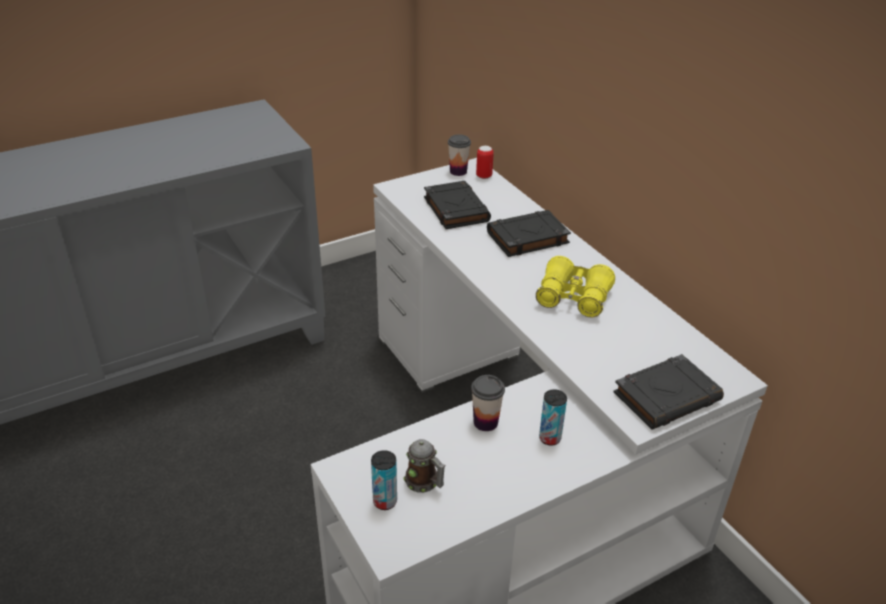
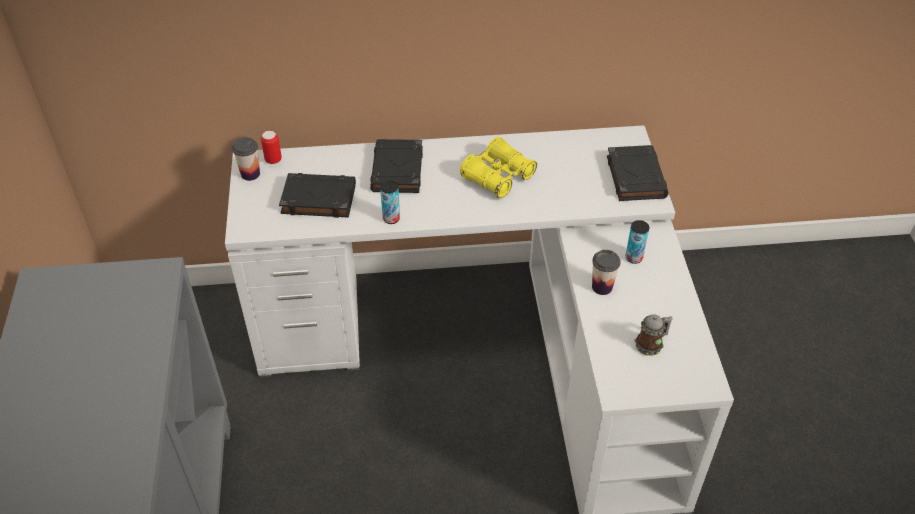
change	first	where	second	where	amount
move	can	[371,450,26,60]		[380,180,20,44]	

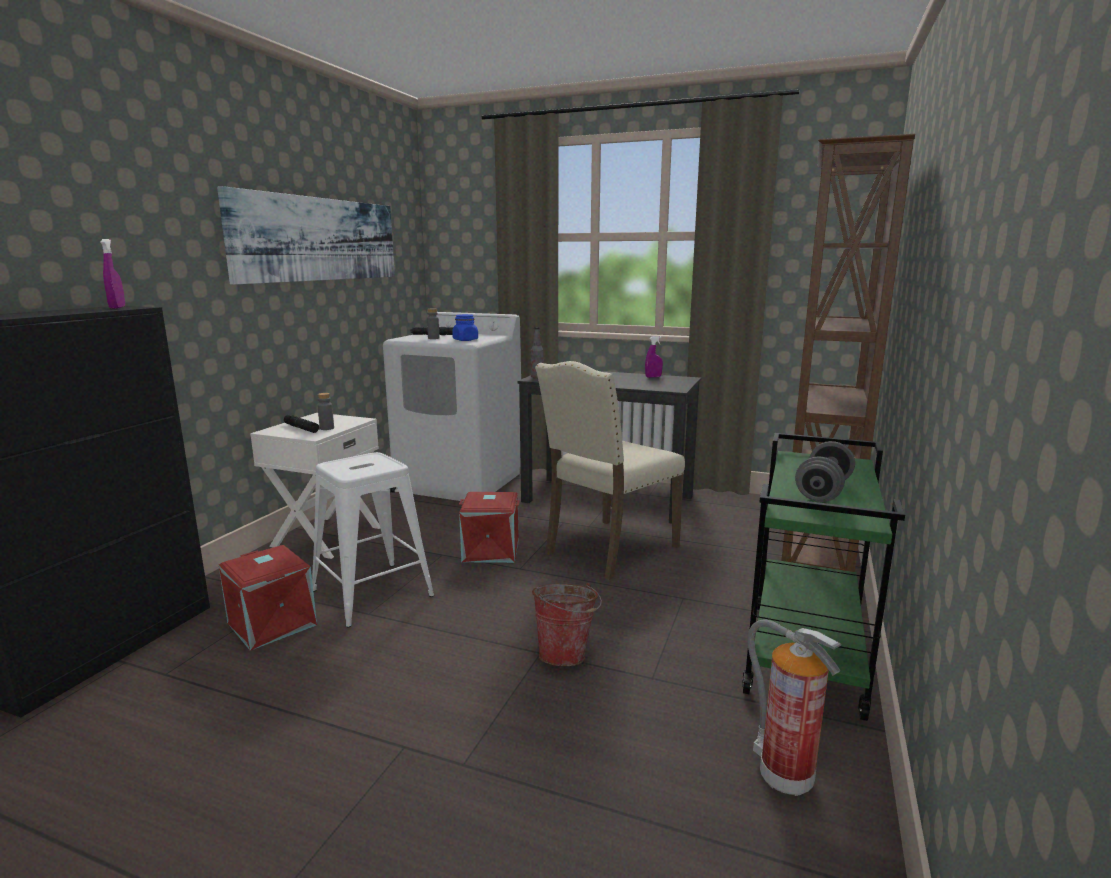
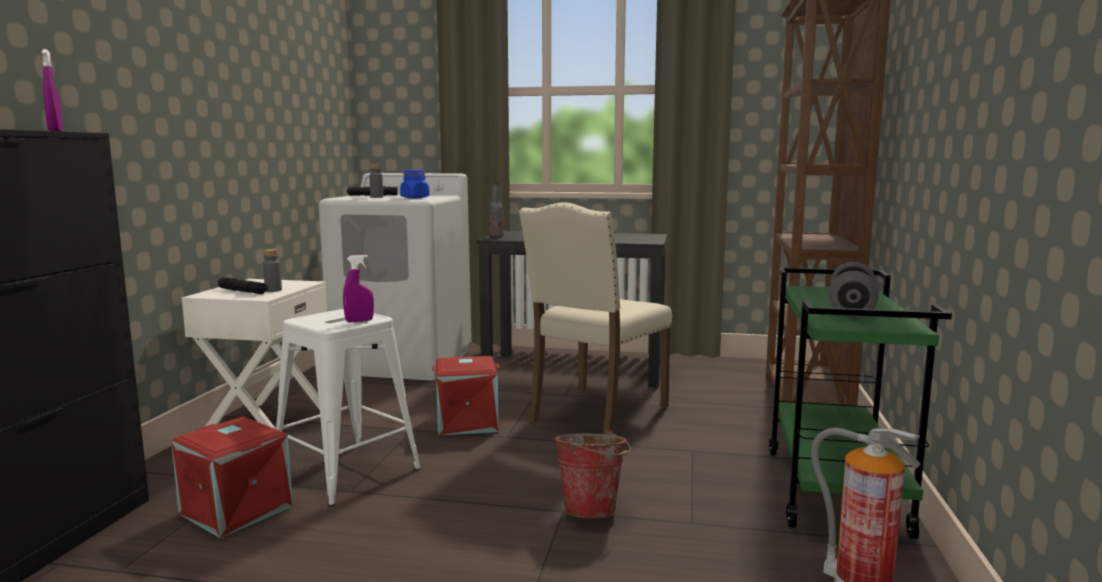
change	first	where	second	where	amount
move	purple spray bottle	[645,336,18,42]		[343,255,31,67]	
delete	picture	[217,186,178,99]			

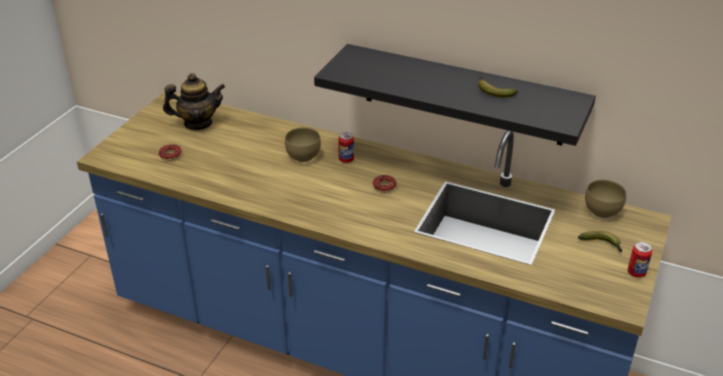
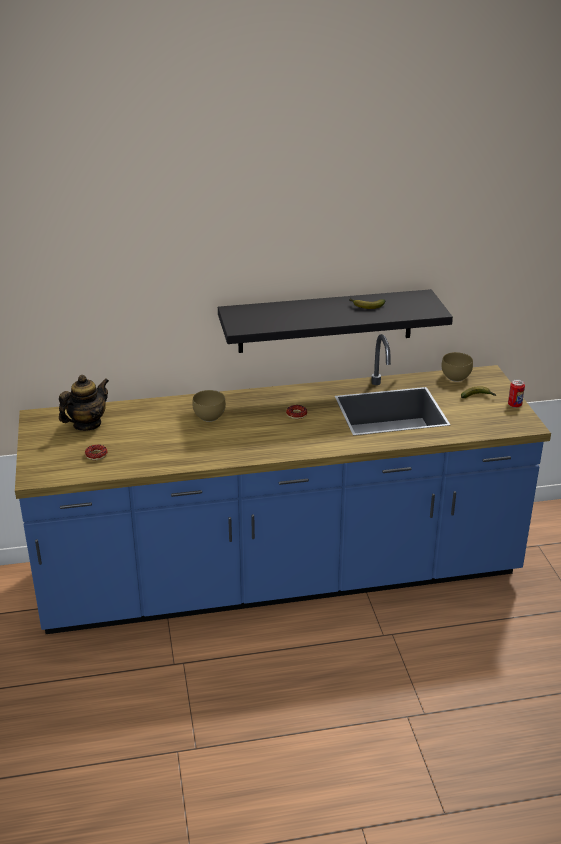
change	first	where	second	where	amount
delete	can	[338,132,16,31]			

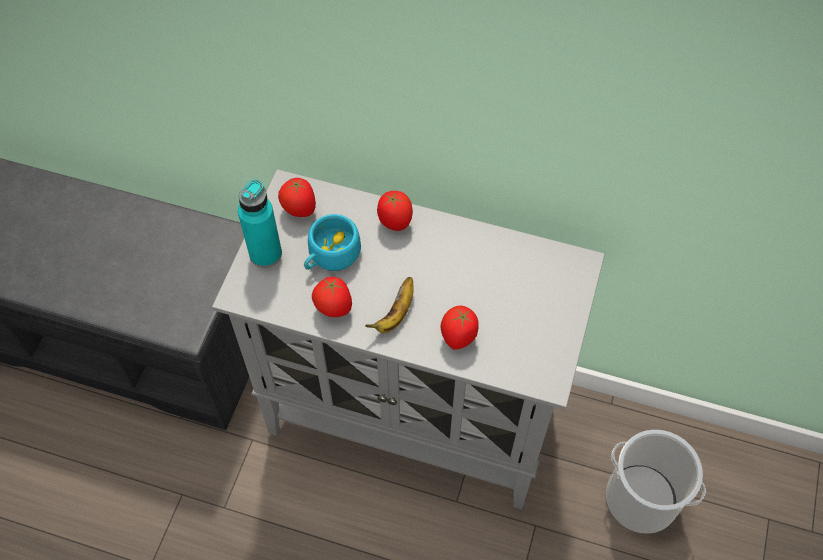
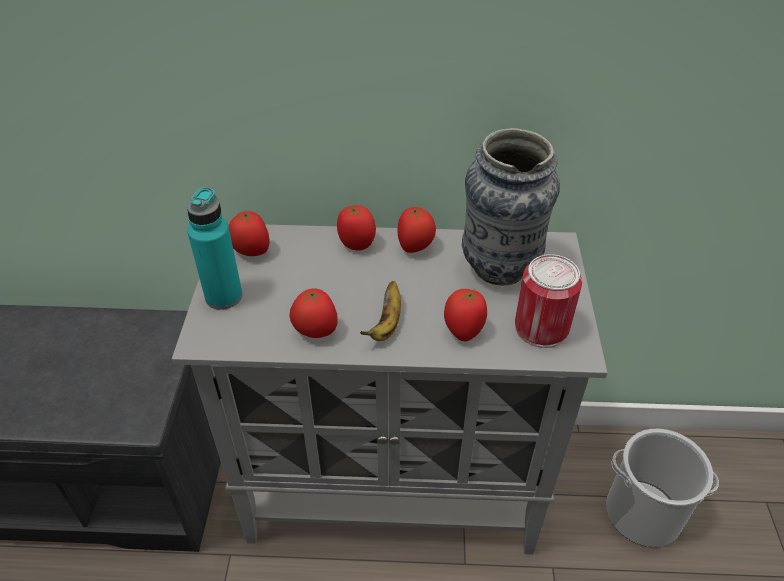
change	first	where	second	where	amount
insert			tomato	[397,206,39,47]	
insert			vase	[462,128,98,158]	
insert			can	[515,254,67,94]	
delete	turquoise cup	[304,214,57,57]			

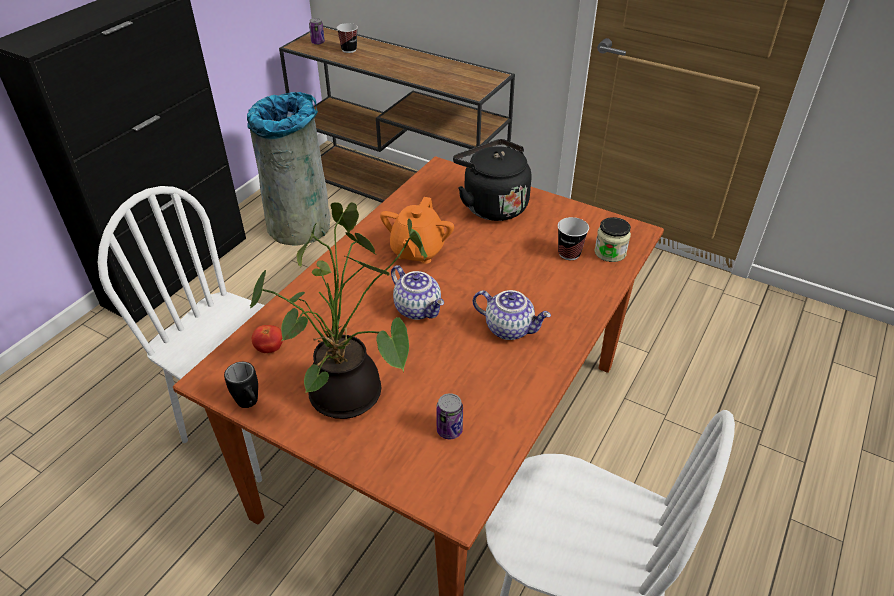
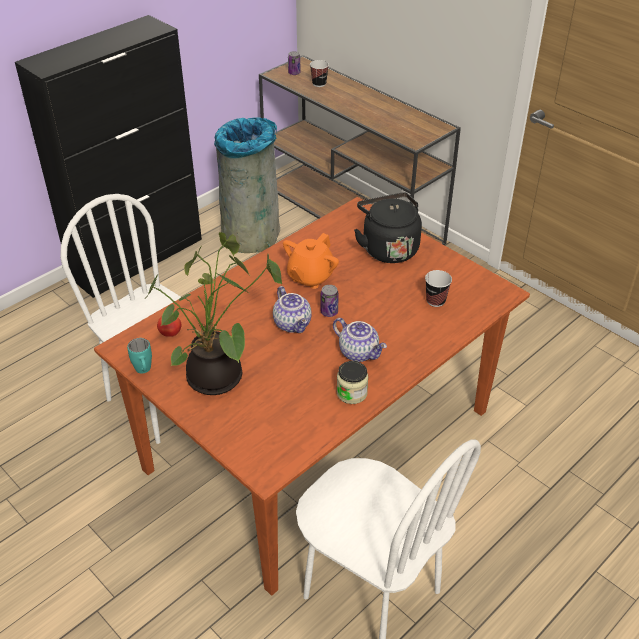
change	first	where	second	where	amount
recolor	black mug	[224,362,34,46]	turquoise mug	[127,338,25,35]	
move	can	[436,393,27,46]		[321,285,18,32]	
move	jar	[594,217,37,45]		[337,361,31,43]	

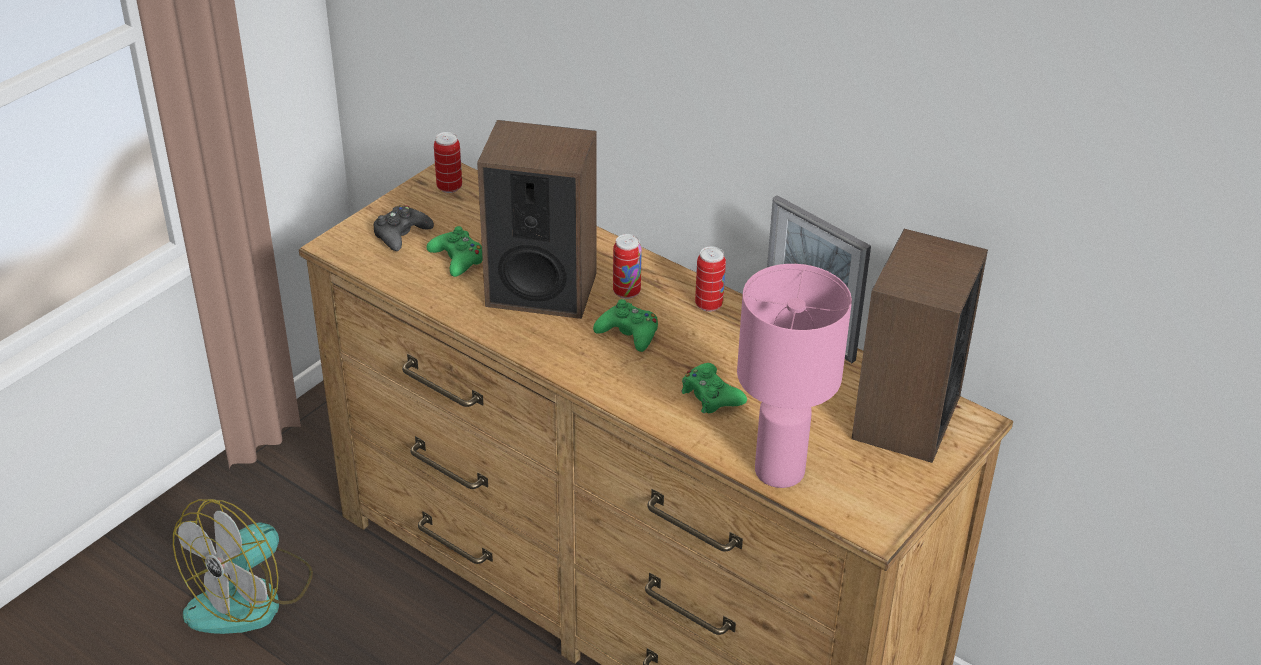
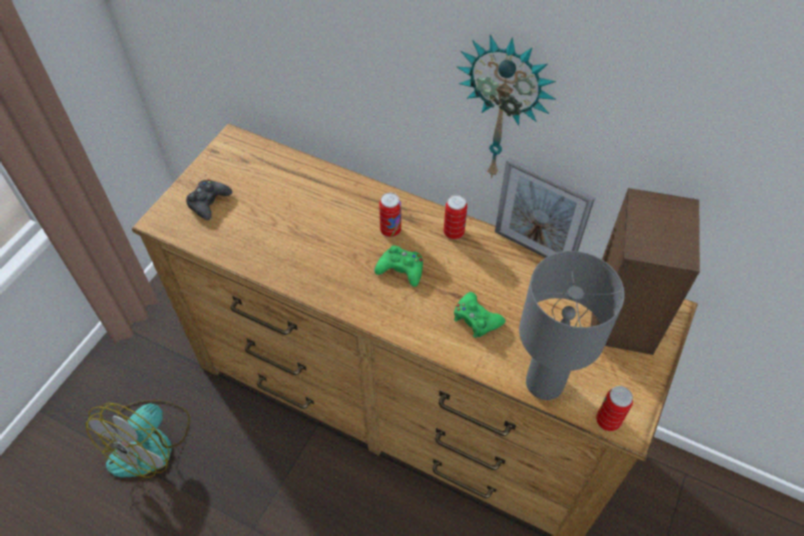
change	first	where	second	where	amount
insert			wall clock	[457,34,99,144]	
recolor	pink table lamp	[737,264,115,224]	grey table lamp	[519,251,106,149]	
move	can	[434,132,28,61]		[596,386,37,45]	
delete	green game controller	[427,226,56,51]			
delete	speaker	[477,120,120,199]			

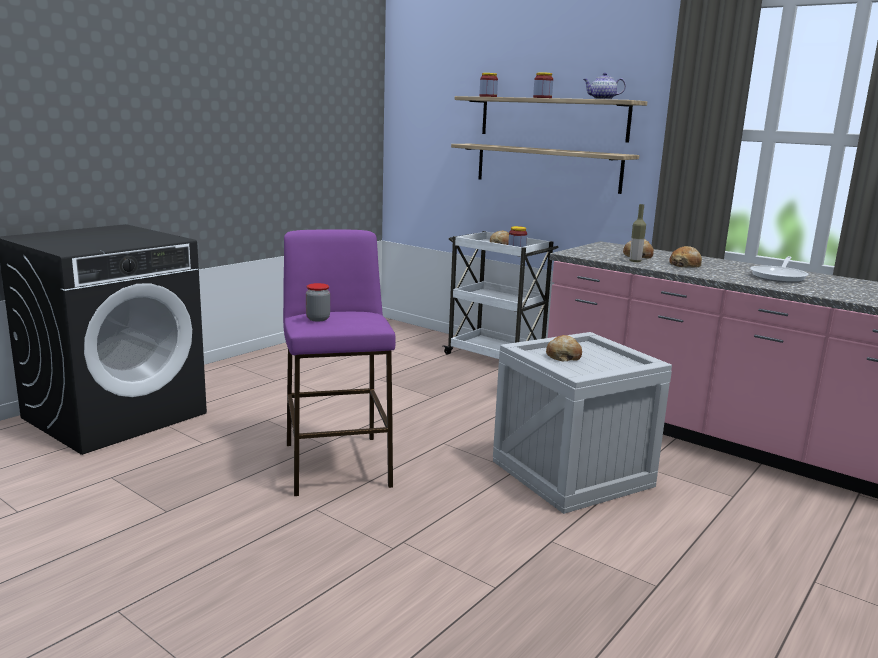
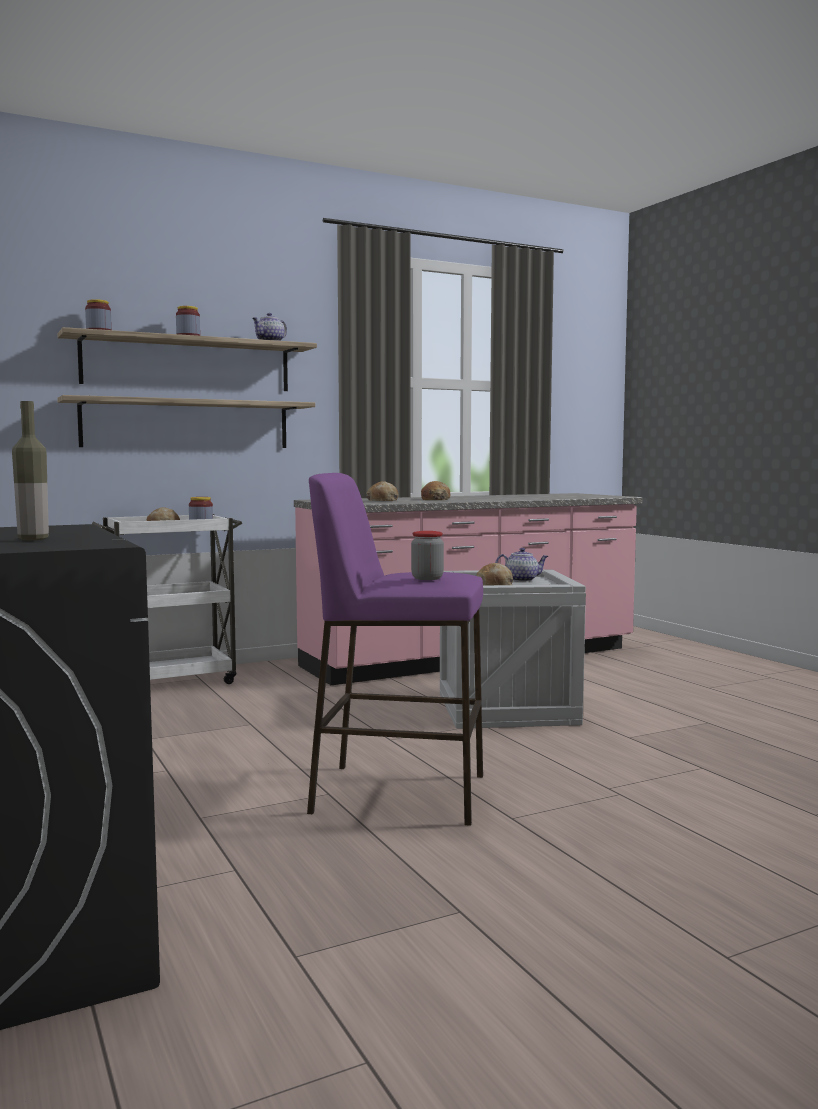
change	first	where	second	where	amount
move	bottle	[630,204,16,58]		[12,401,37,139]	
insert			teapot	[495,548,53,34]	
delete	frying pan	[750,256,59,27]			

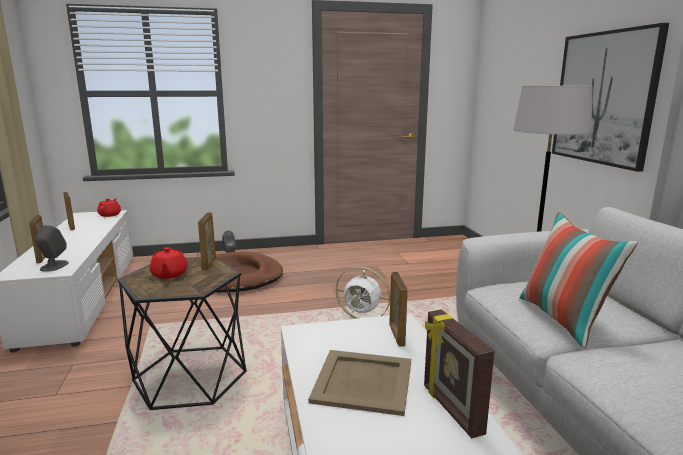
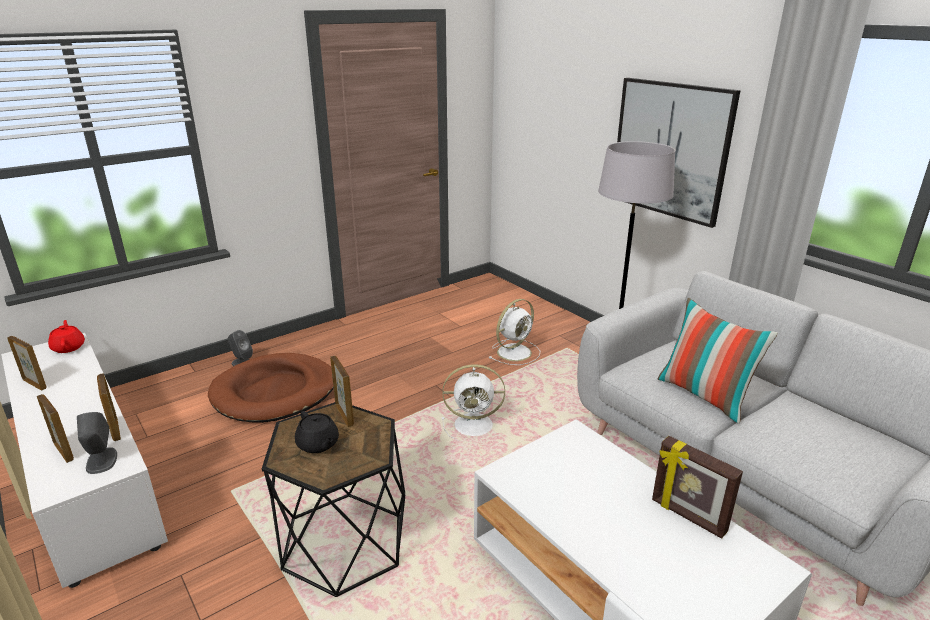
change	first	where	second	where	amount
move	picture frame	[389,272,19,75]		[97,373,24,68]	
recolor	red teapot	[150,247,38,32]	black teapot	[295,411,44,42]	
insert			white fan	[489,299,51,66]	
delete	beige tray	[308,350,103,66]			

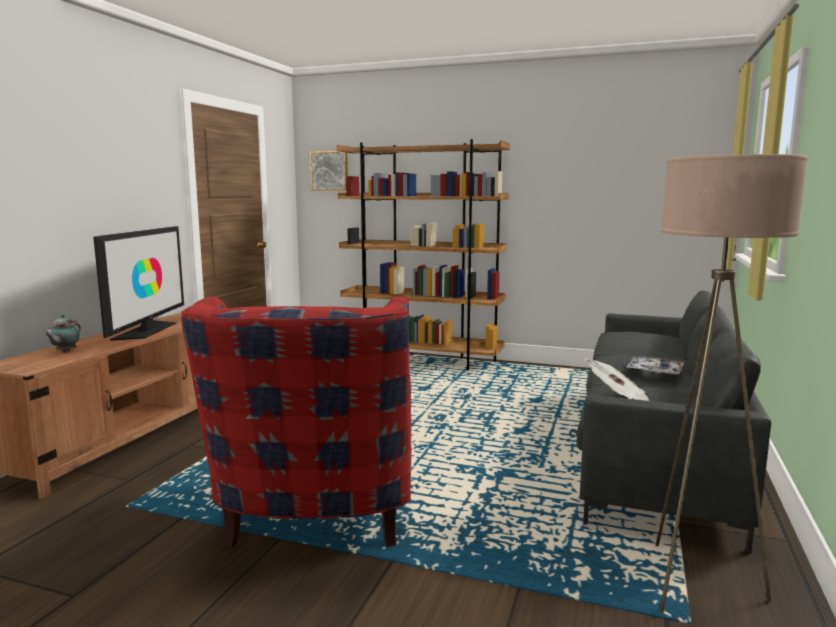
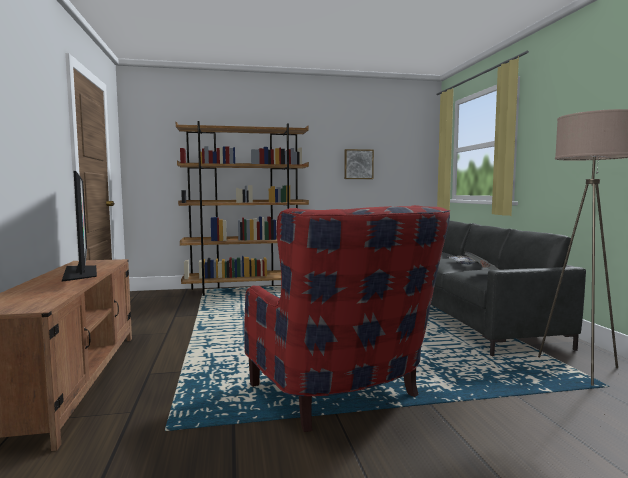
change	first	where	second	where	amount
move	picture	[310,151,38,40]		[344,149,30,30]	
delete	teapot	[44,314,37,39]			

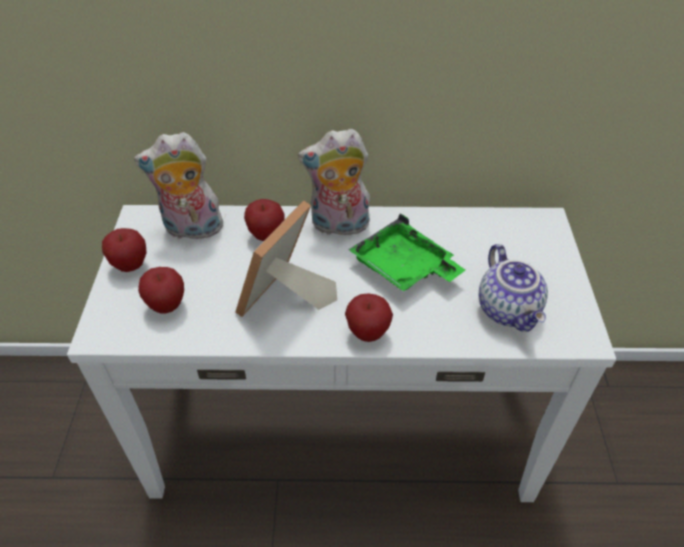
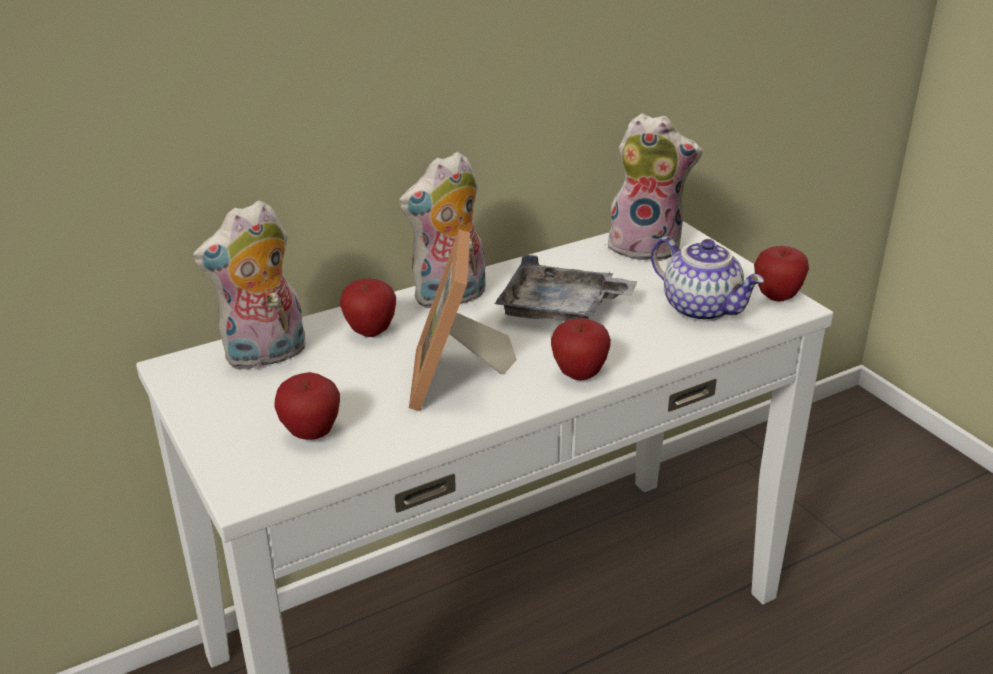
change	first	where	second	where	amount
recolor	green tray	[348,213,117,78]	grey tray	[495,255,142,66]	
insert			plush toy	[608,113,94,148]	
move	apple	[102,228,44,44]		[754,246,55,56]	

